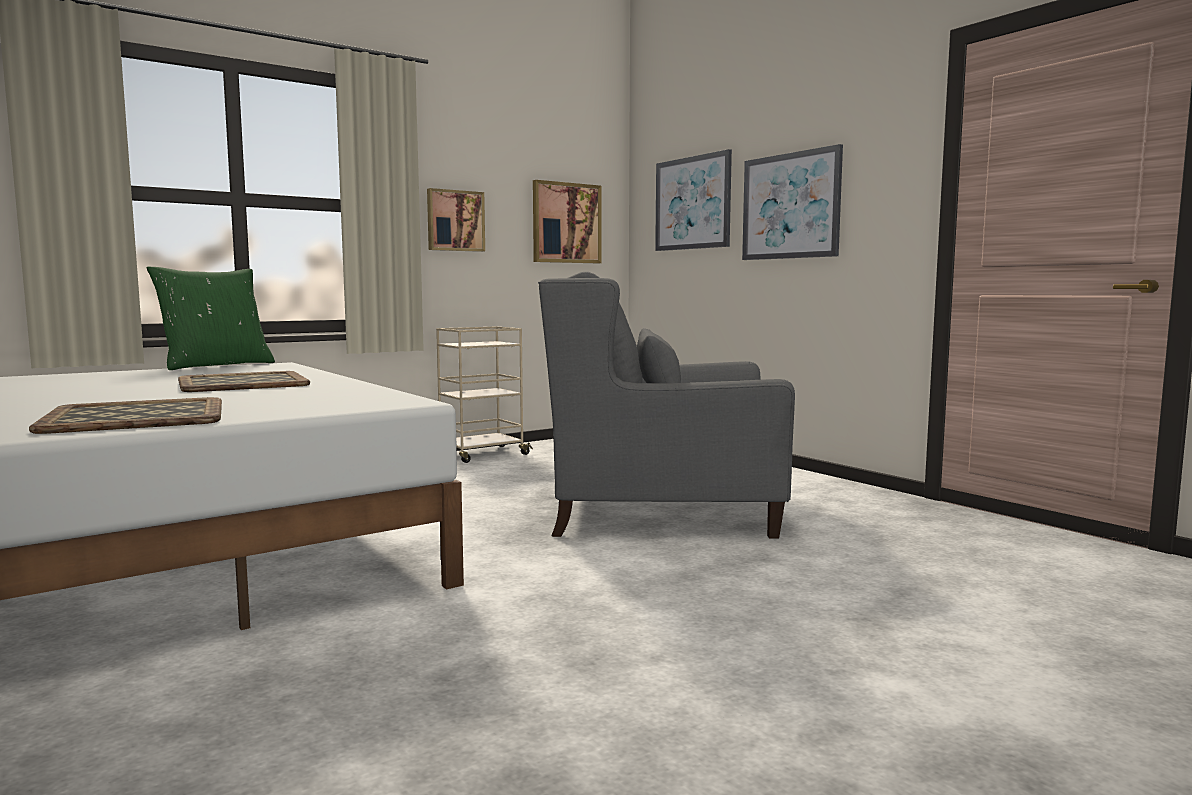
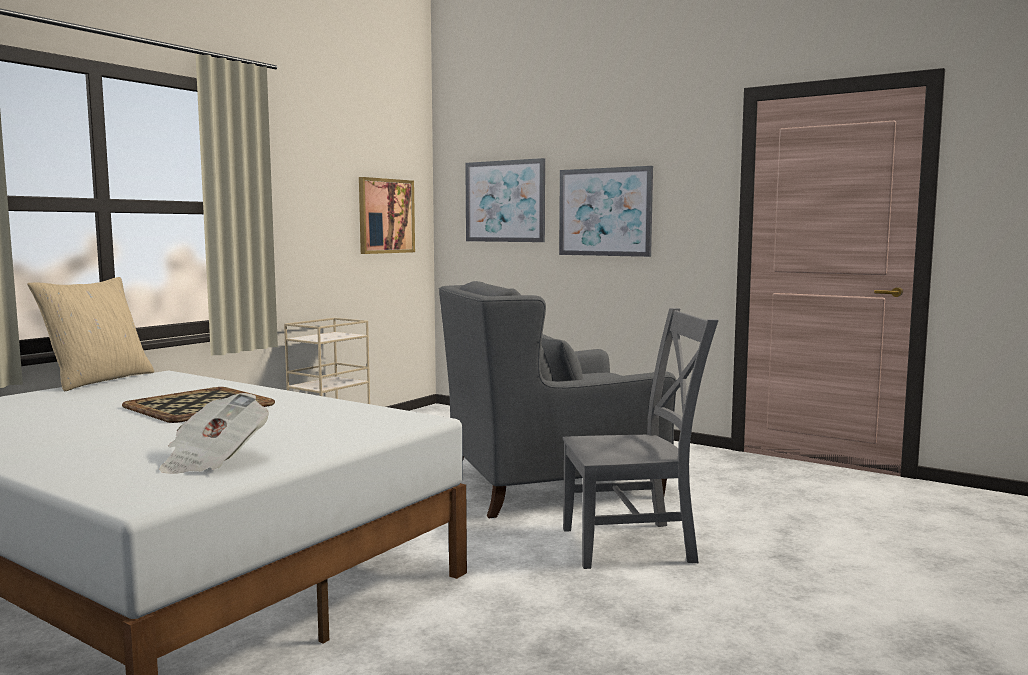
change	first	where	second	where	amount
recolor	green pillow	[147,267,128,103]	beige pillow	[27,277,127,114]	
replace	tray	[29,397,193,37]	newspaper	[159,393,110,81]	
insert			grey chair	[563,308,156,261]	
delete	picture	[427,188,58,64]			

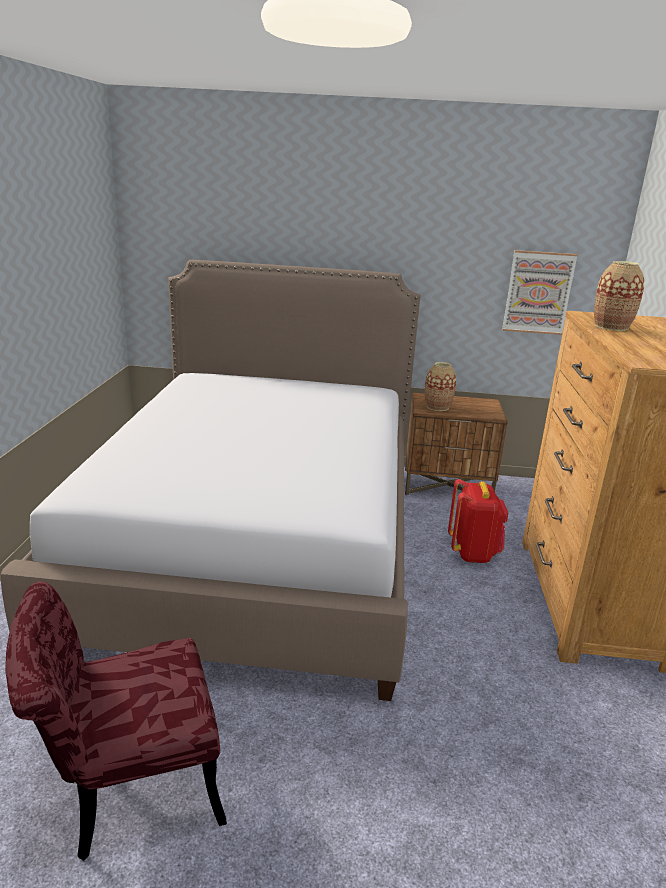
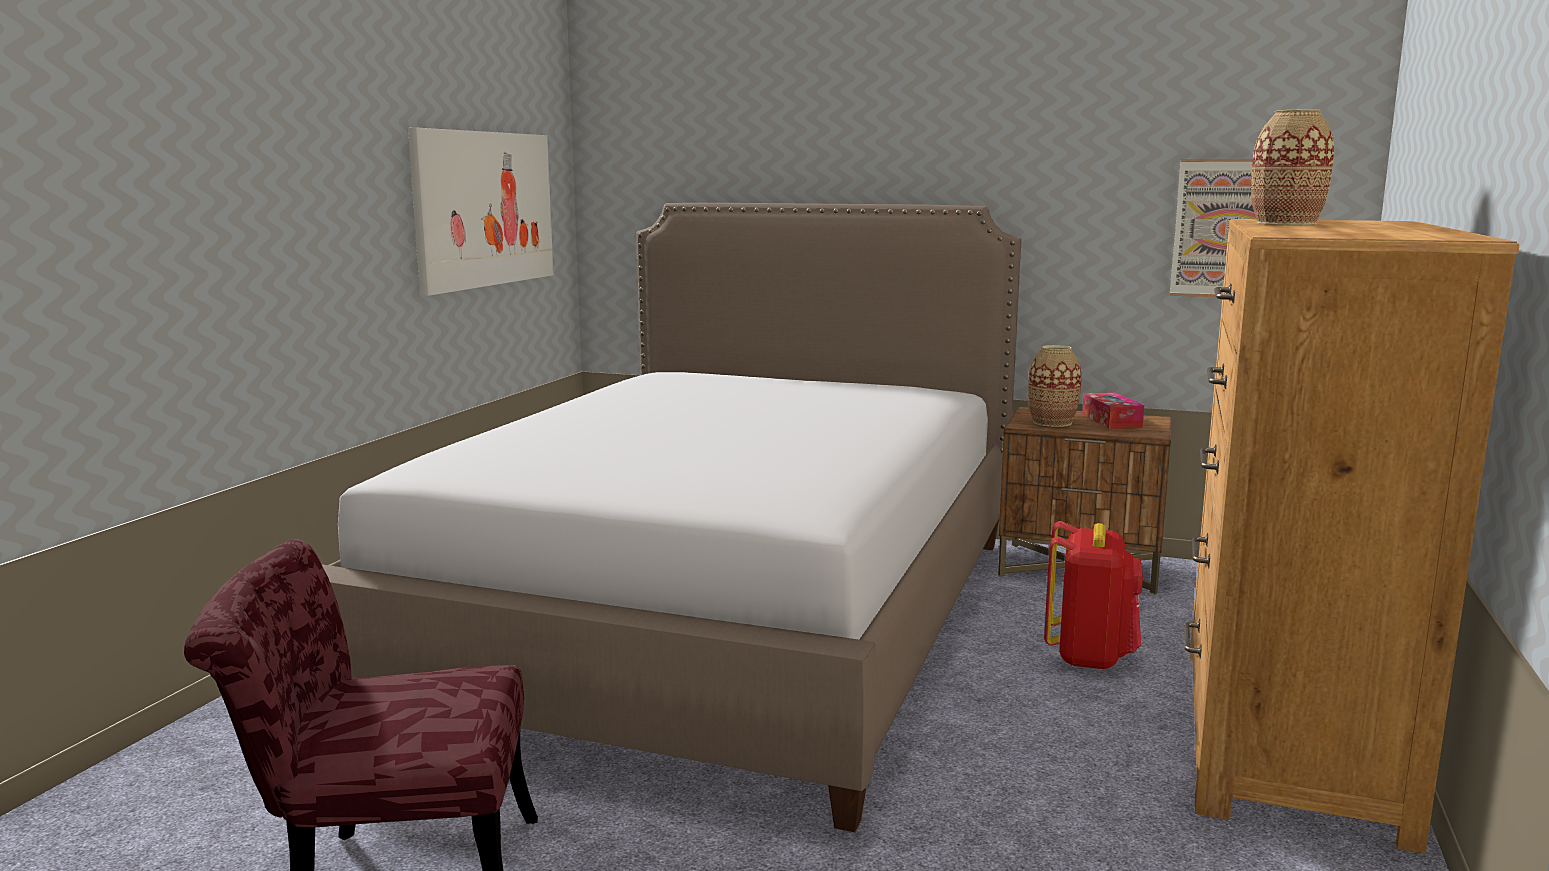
change	first	where	second	where	amount
insert			picture	[408,128,145,168]	
insert			tissue box	[1082,392,62,37]	

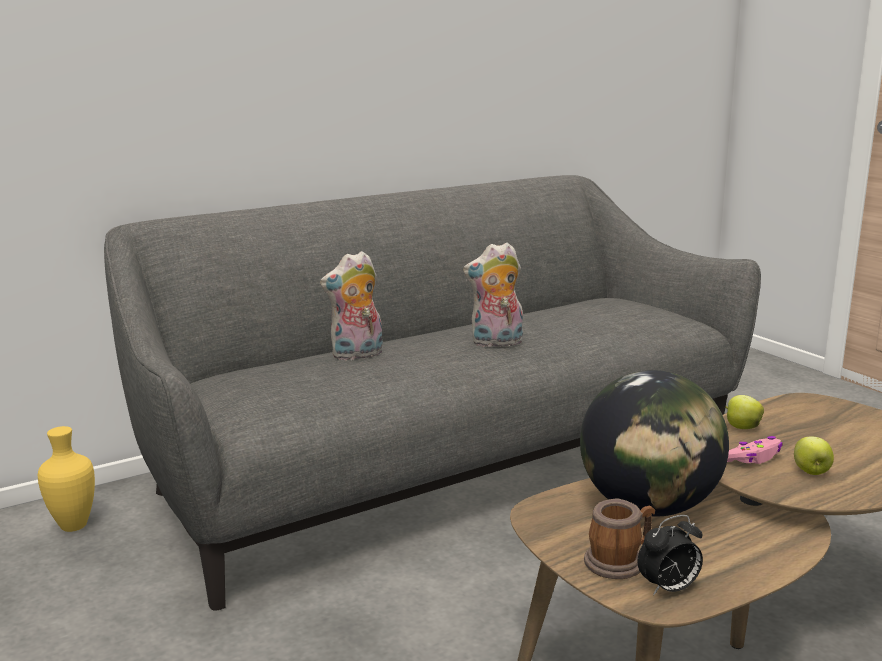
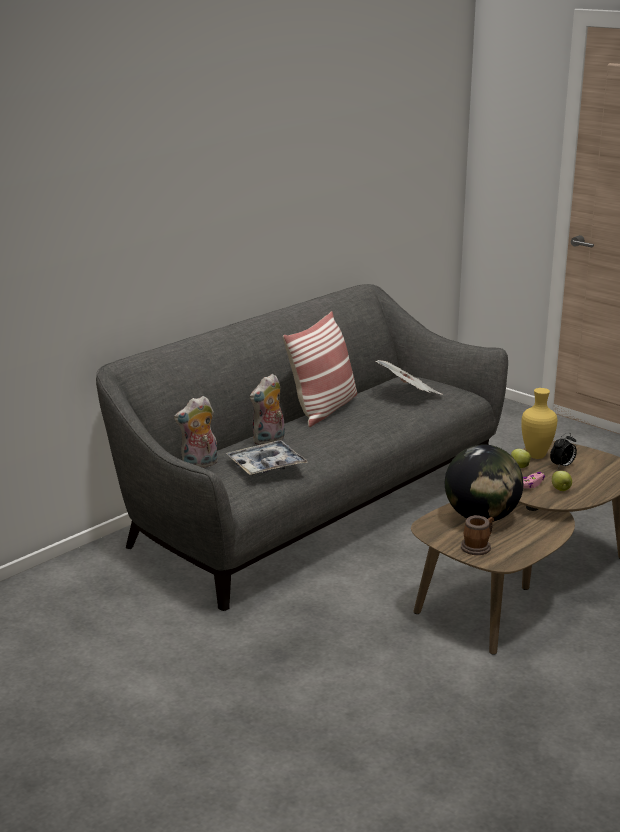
change	first	where	second	where	amount
move	plush toy	[463,243,60,104]		[174,396,44,72]	
insert			tray	[226,440,81,36]	
insert			pillow	[283,311,74,116]	
insert			newspaper	[375,360,68,35]	
move	yellow vase	[38,426,57,106]		[521,388,36,71]	
move	alarm clock	[637,515,66,81]		[550,433,27,35]	

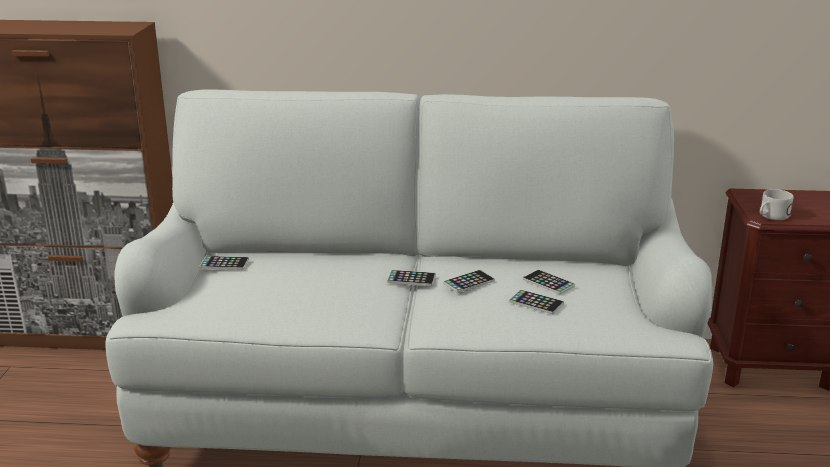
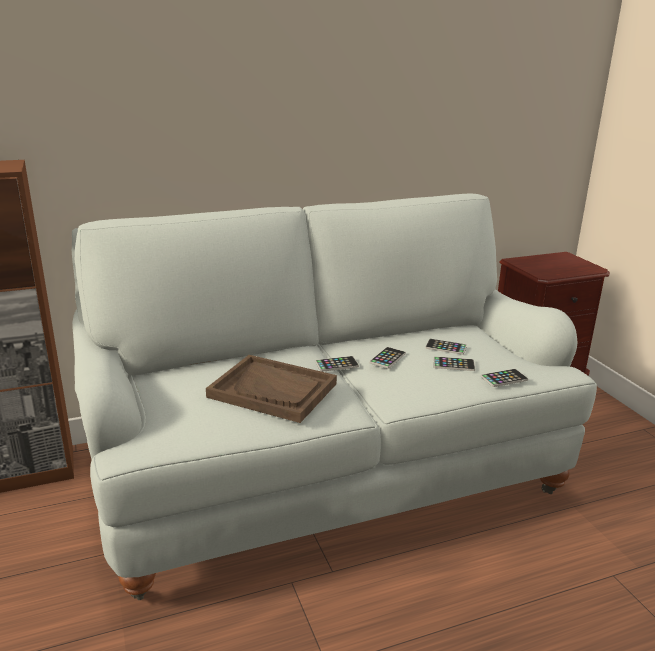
change	first	where	second	where	amount
insert			brown tray	[206,355,131,68]	
move	phone	[199,256,50,14]		[481,369,47,18]	
delete	white mug	[760,189,34,31]			

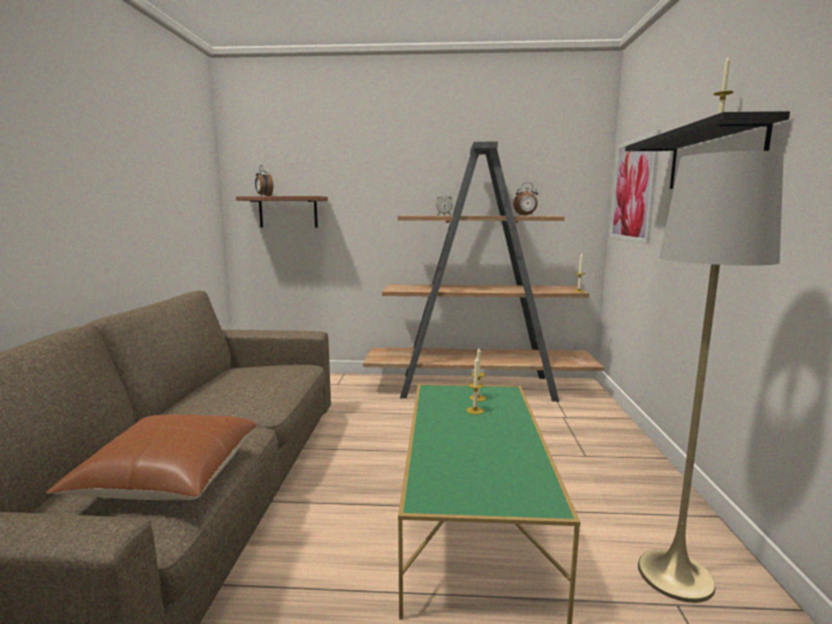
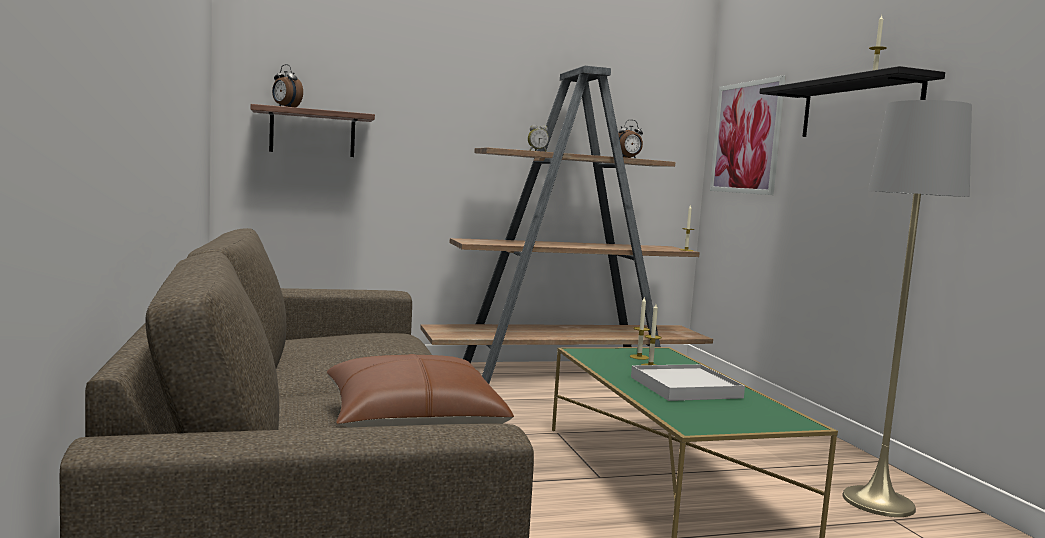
change	first	where	second	where	amount
insert			white tray	[631,364,114,37]	

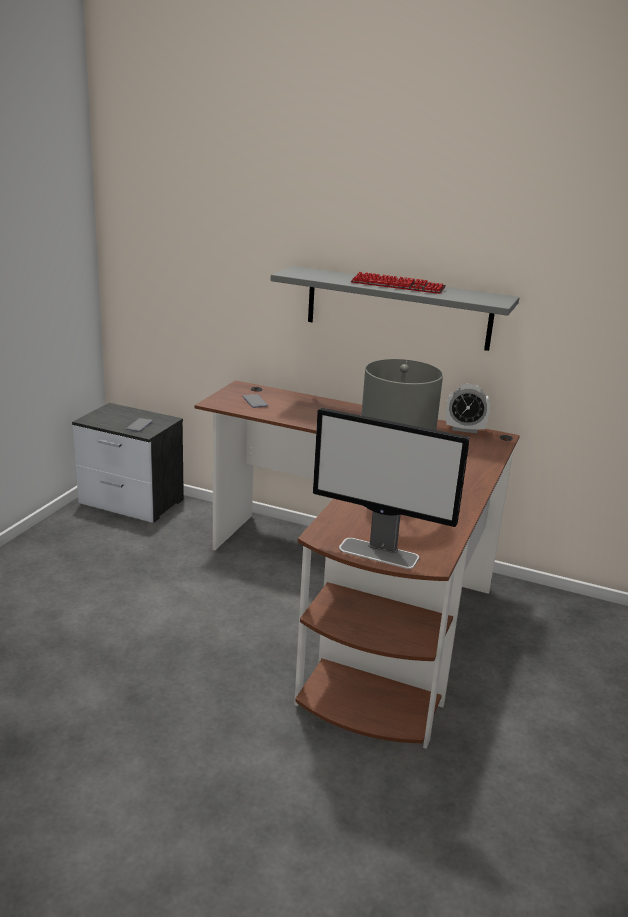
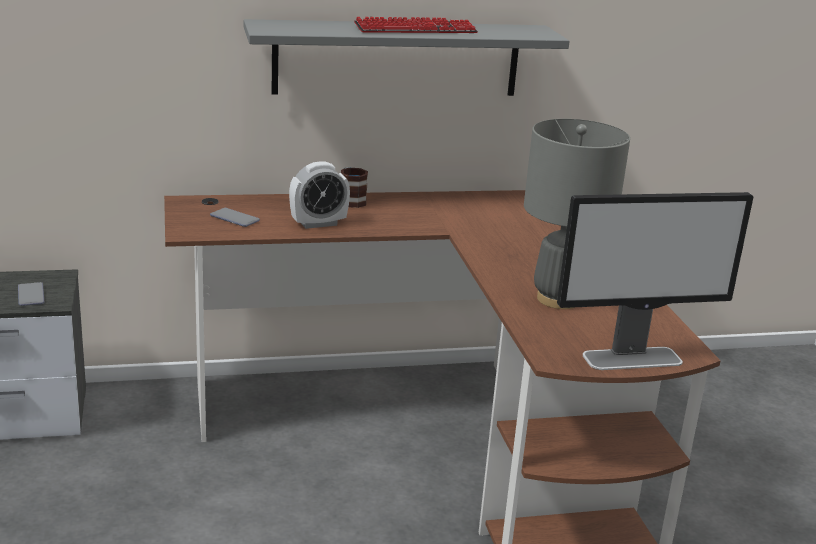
change	first	where	second	where	amount
move	alarm clock	[446,384,44,49]		[289,162,61,67]	
insert			mug	[341,167,27,41]	

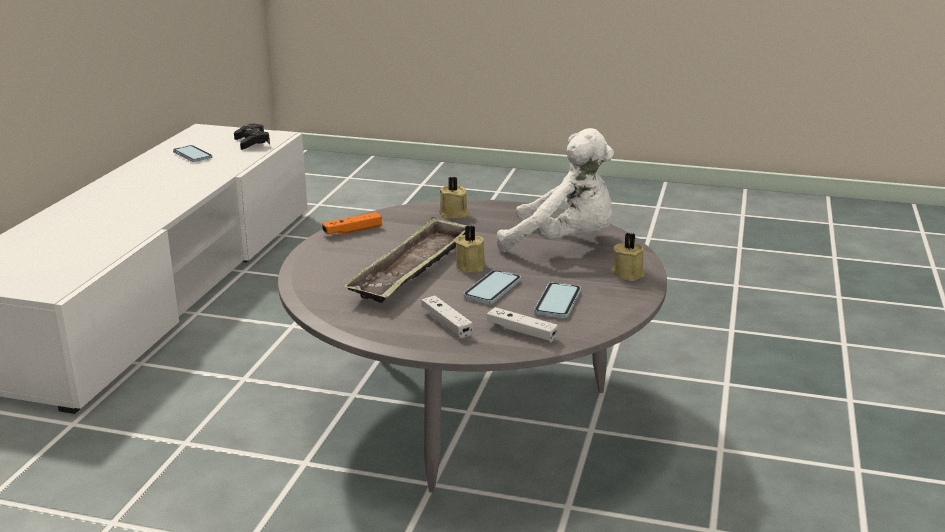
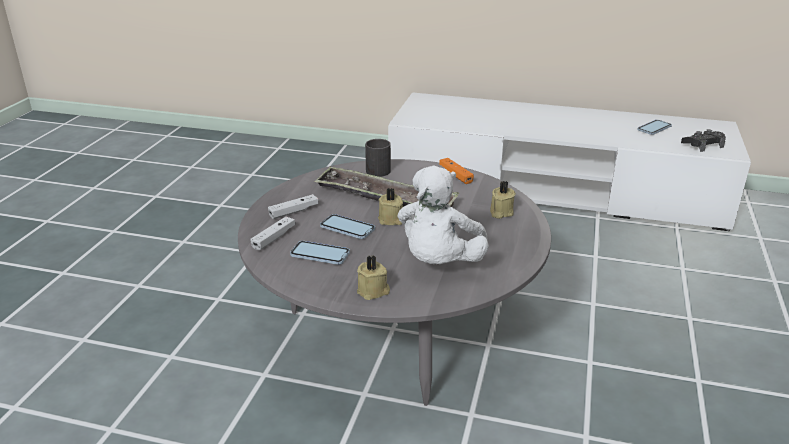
change	first	where	second	where	amount
insert			black mug	[365,139,26,38]	

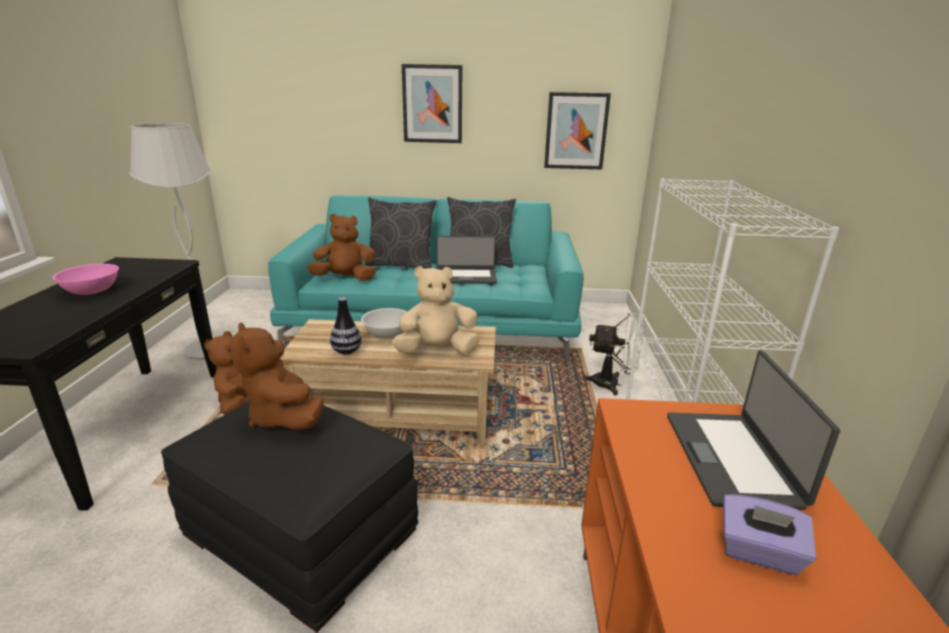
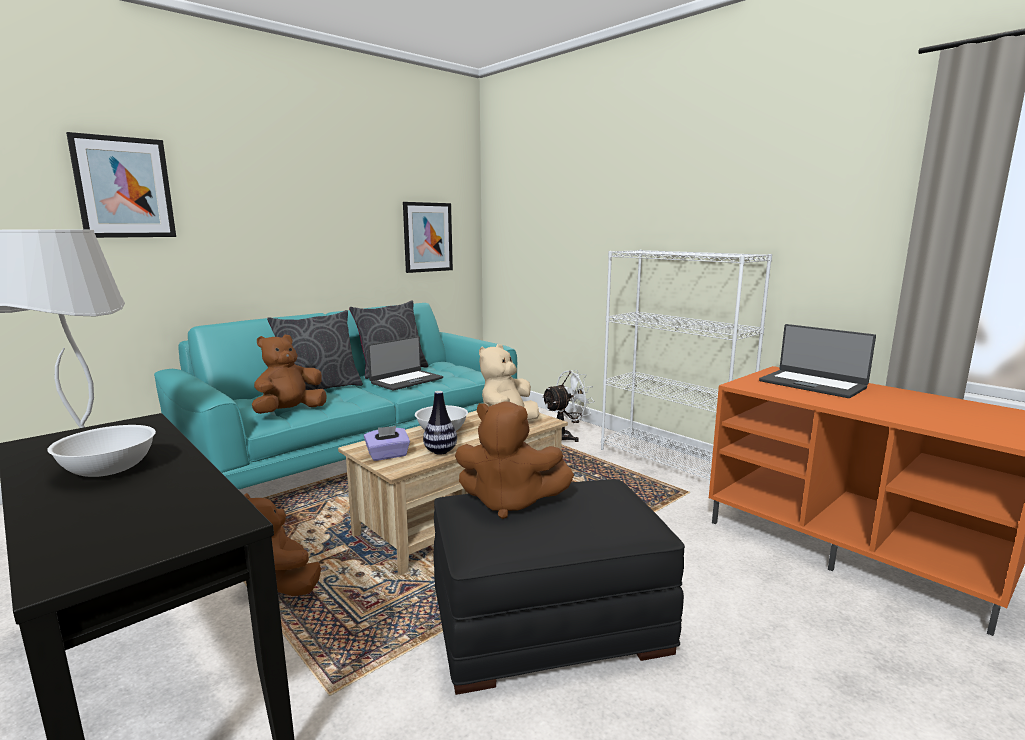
change	first	where	second	where	amount
recolor	pink bowl	[52,264,67,31]	white bowl	[47,425,109,52]	
move	picture	[402,64,61,79]		[66,132,110,106]	
move	purple tissue box	[723,495,93,80]		[364,426,46,35]	

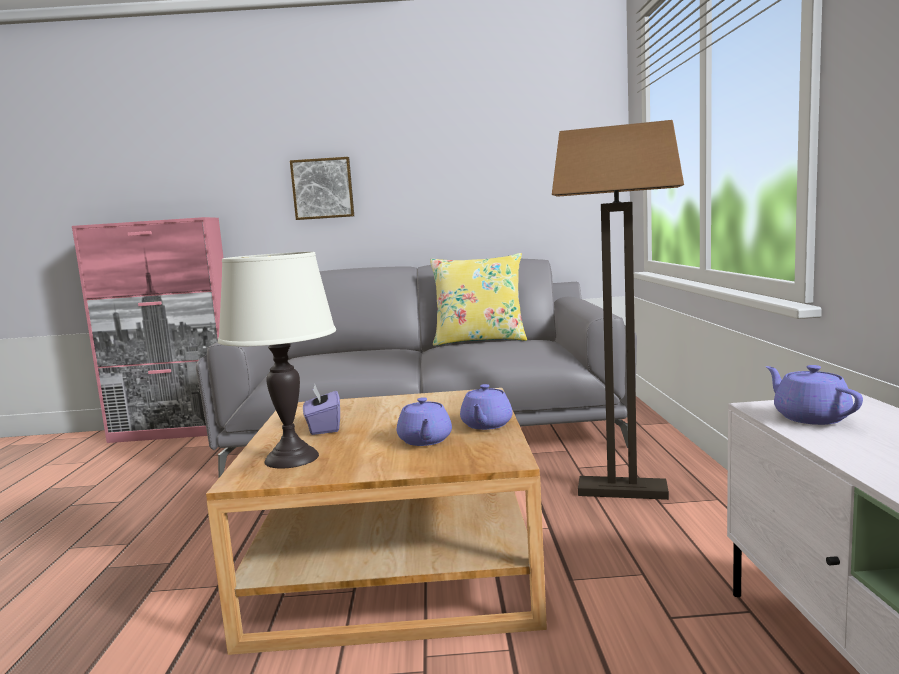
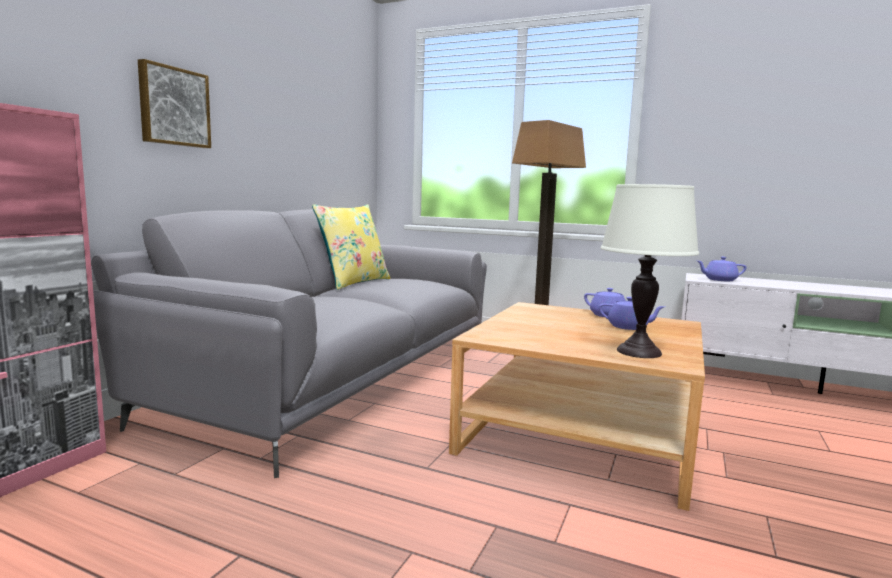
change	first	where	second	where	amount
delete	purple tissue box	[303,384,37,51]			

